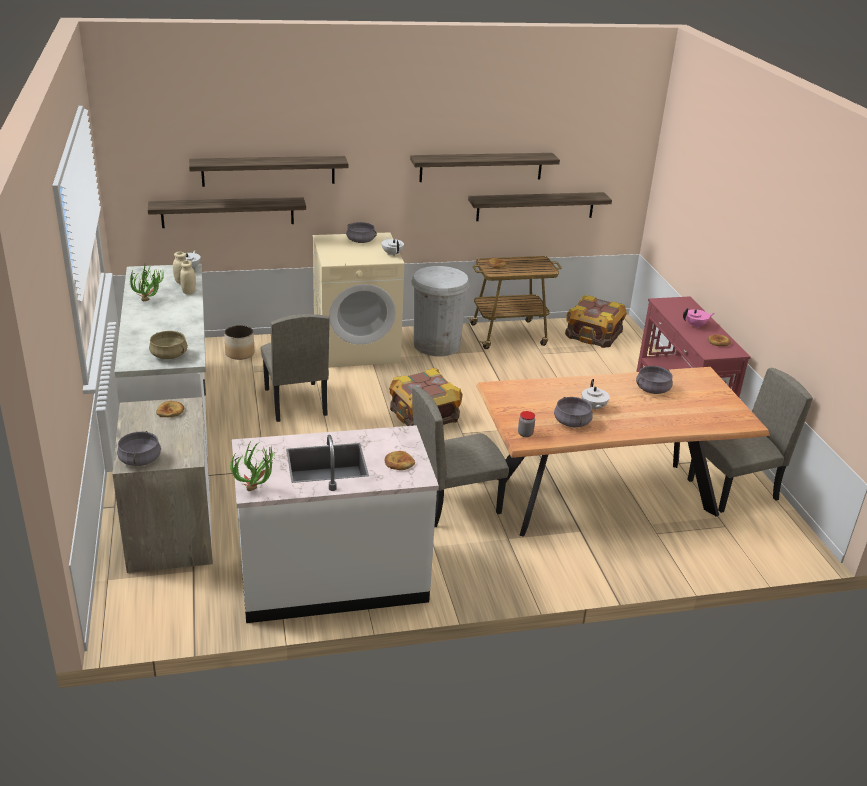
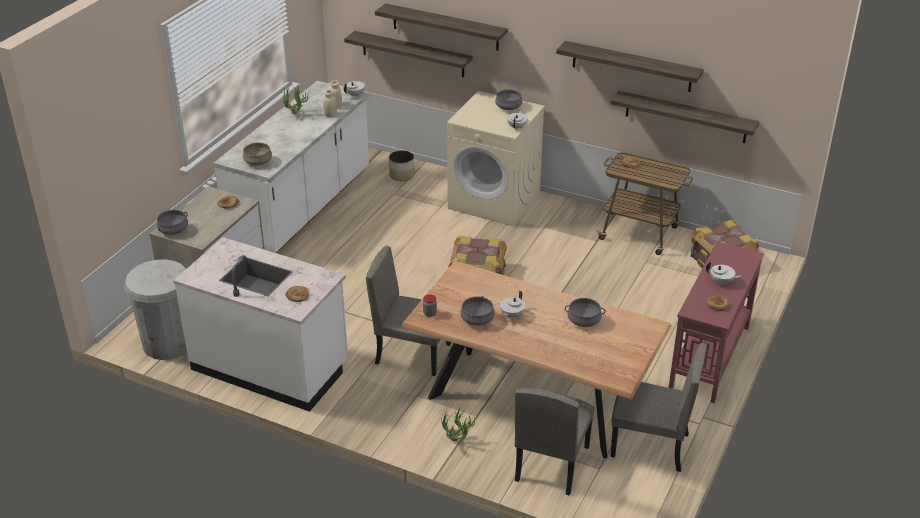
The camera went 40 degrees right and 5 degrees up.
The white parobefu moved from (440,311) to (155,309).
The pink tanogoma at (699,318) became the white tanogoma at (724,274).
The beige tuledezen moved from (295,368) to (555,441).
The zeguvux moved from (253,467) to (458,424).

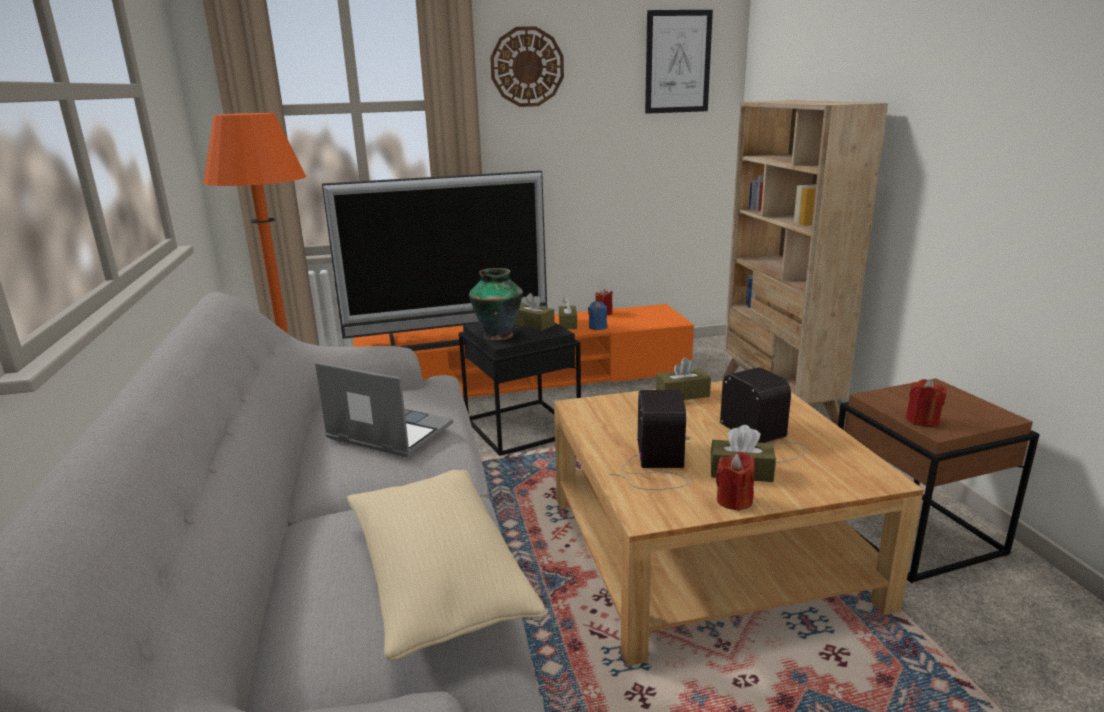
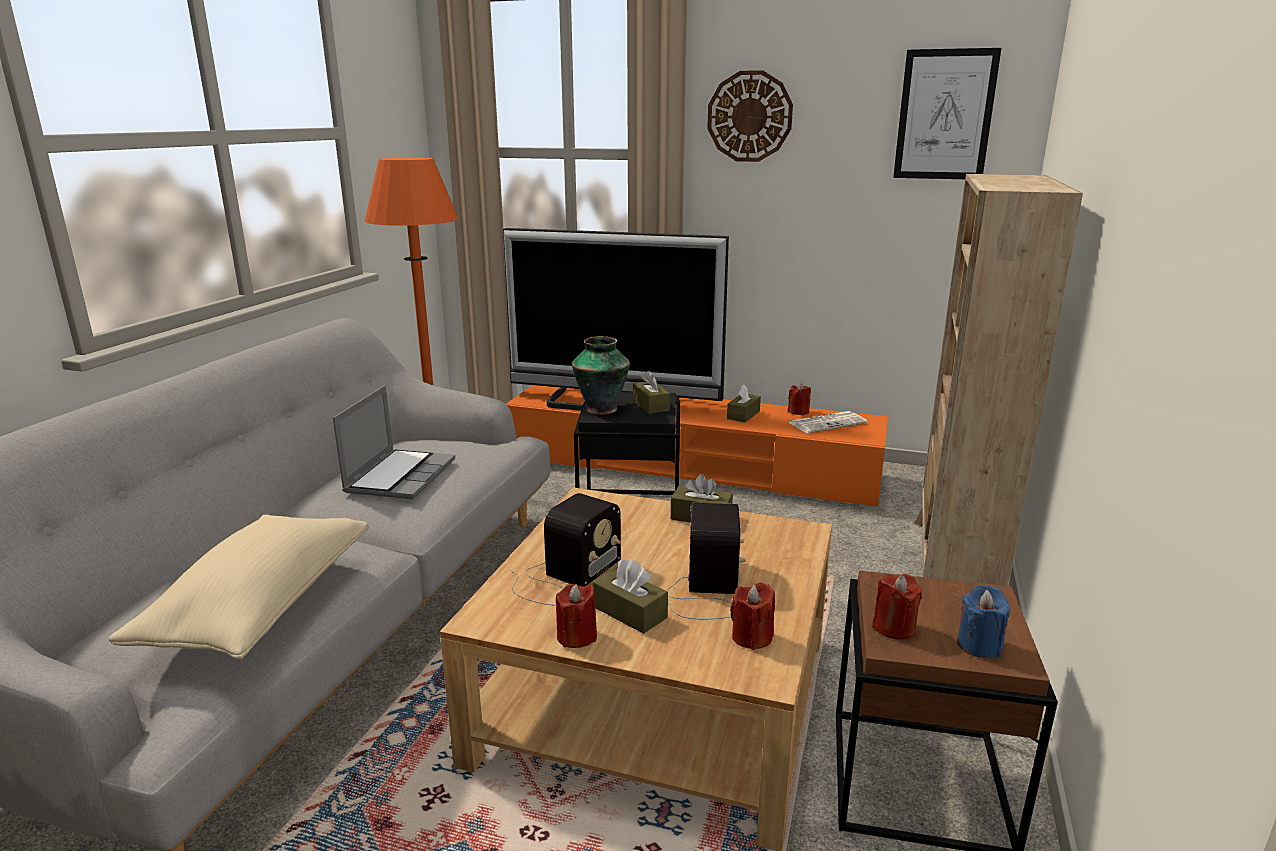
The camera went 30 degrees right and 0 degrees up.
The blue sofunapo moved from (597,315) to (983,621).
The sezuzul at (384,409) turned 45 degrees clockwise.
The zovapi at (827,422) appeared.
The red sofunapo at (752,616) appeared.

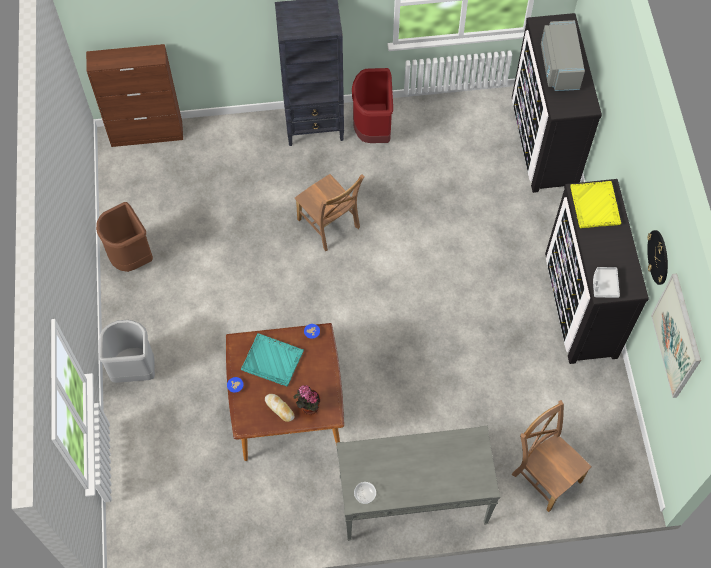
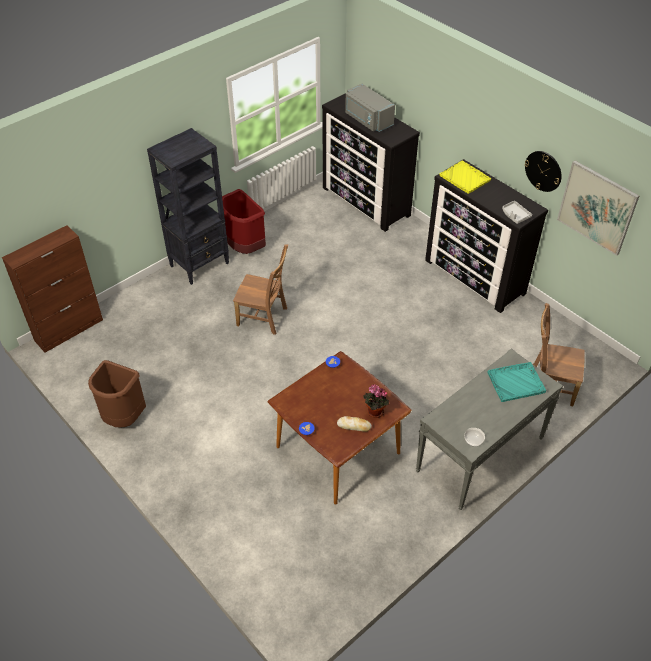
The camera went 35 degrees left and 15 degrees down.
The grey parobefu at (127,351) disappeared.
The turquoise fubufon moved from (272,359) to (516,382).

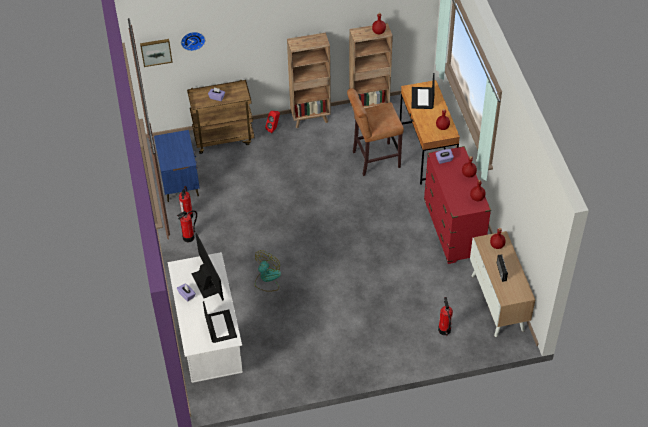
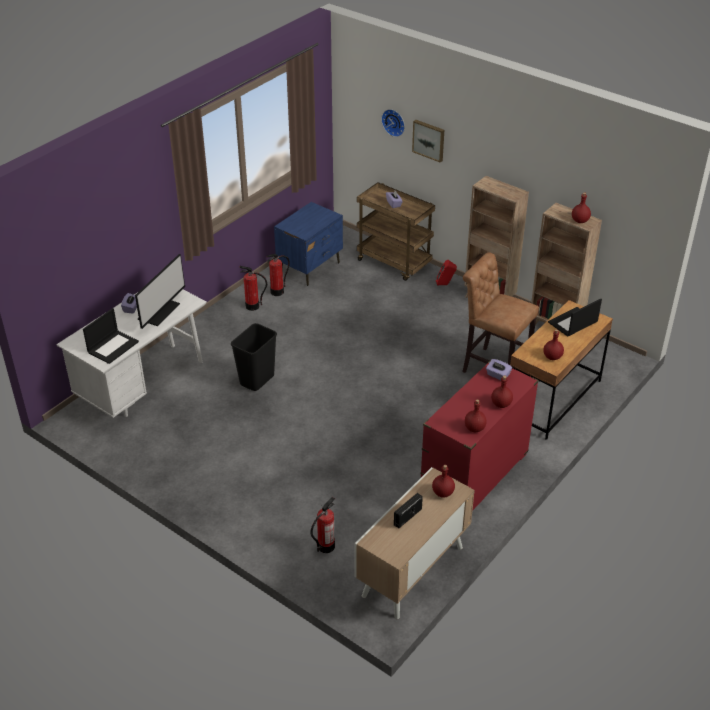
The camera went 50 degrees right and 10 degrees down.
The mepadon moved from (156,53) to (428,141).
The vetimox at (268,271) was replaced by the black parobefu at (254,357).

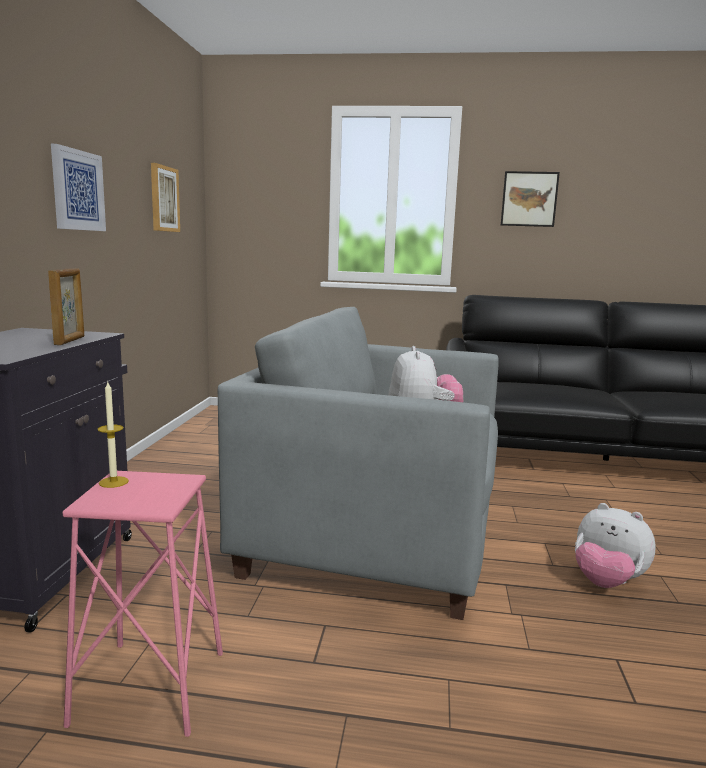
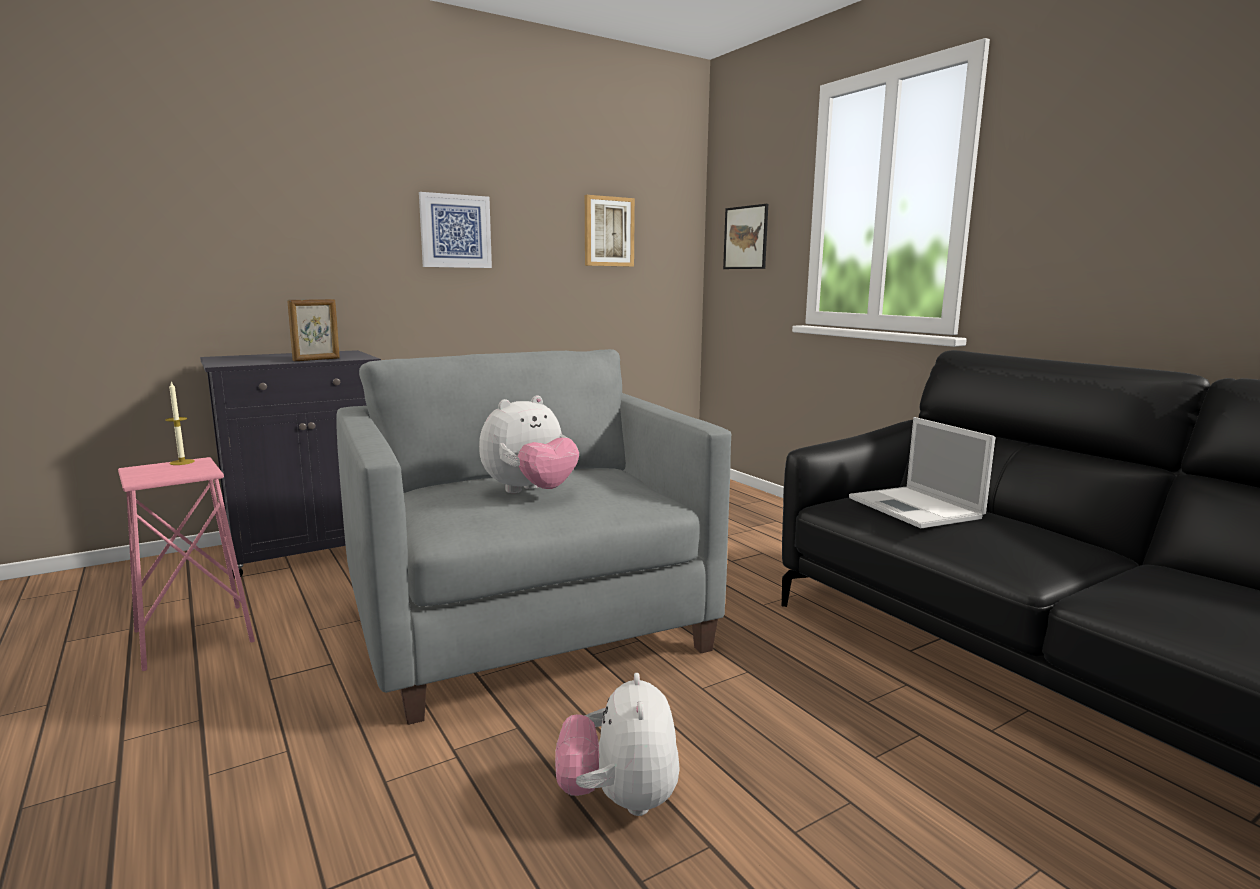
The camera went 50 degrees right and 0 degrees up.
The mepadon moved from (530,199) to (745,236).
The sezuzul at (922,472) appeared.

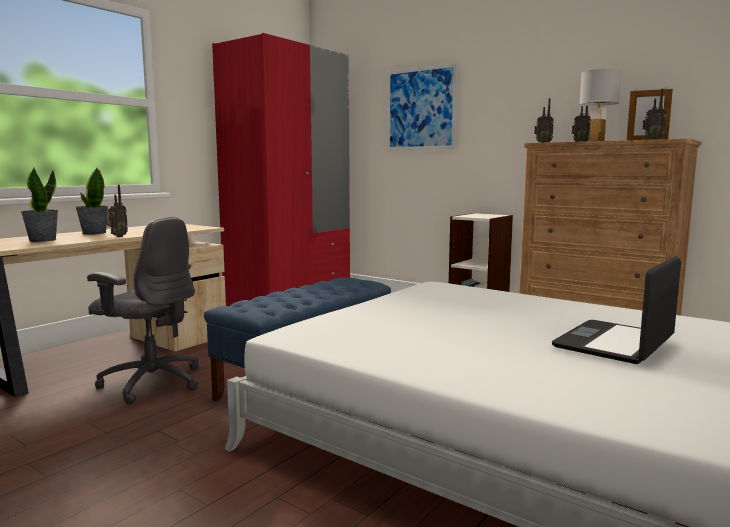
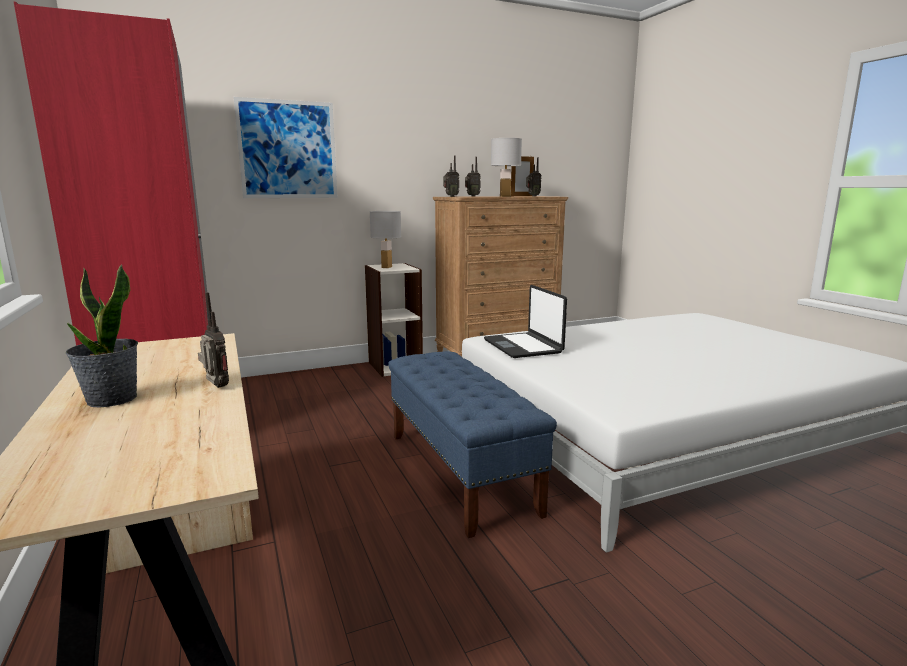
The camera went 60 degrees left and 5 degrees up.
The zeguvux at (39,204) disappeared.
The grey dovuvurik at (143,311) disappeared.
The sezuzul moved from (616,310) to (525,321).
The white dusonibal at (385,239) appeared.

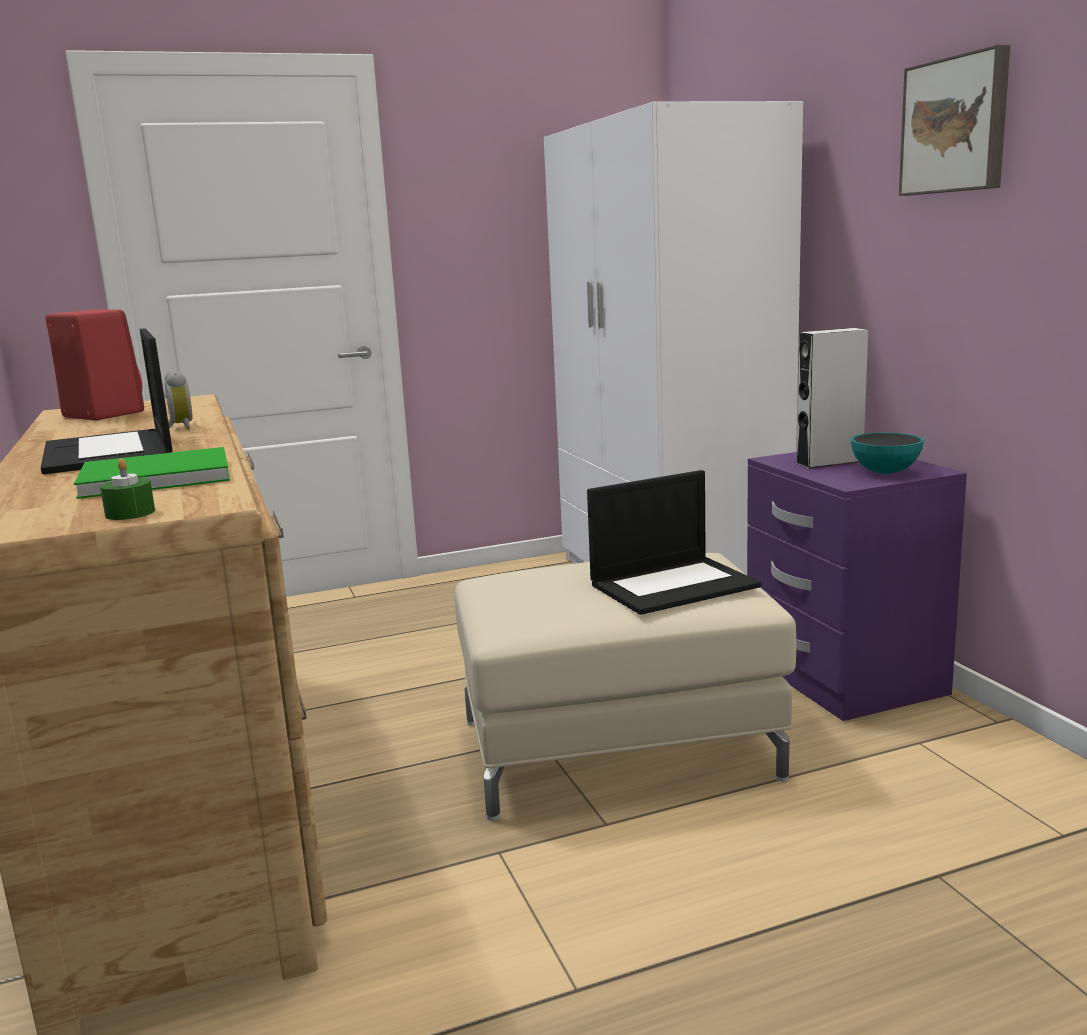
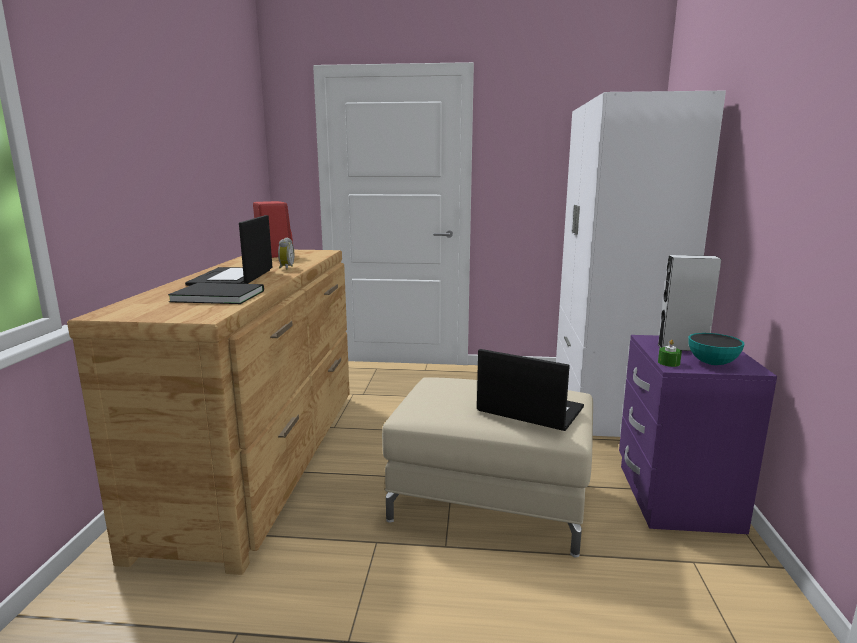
The camera went 25 degrees right and 0 degrees up.
The mepadon at (954,120) disappeared.
The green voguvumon at (152,473) became the black voguvumon at (216,293).
The green sofunapo moved from (127,489) to (670,353).
The sezuzul at (674,542) turned 150 degrees counterclockwise.

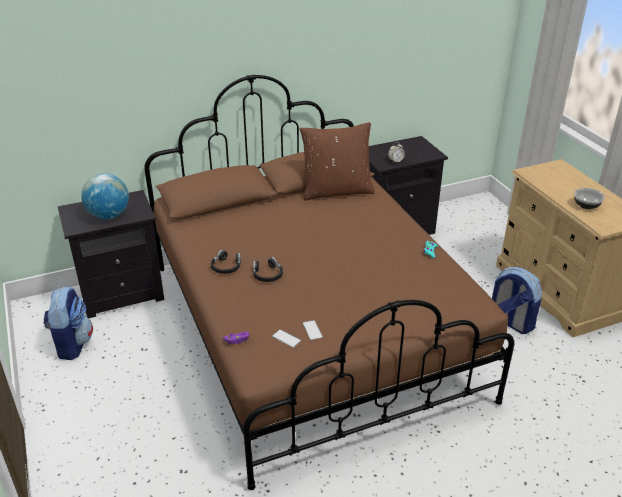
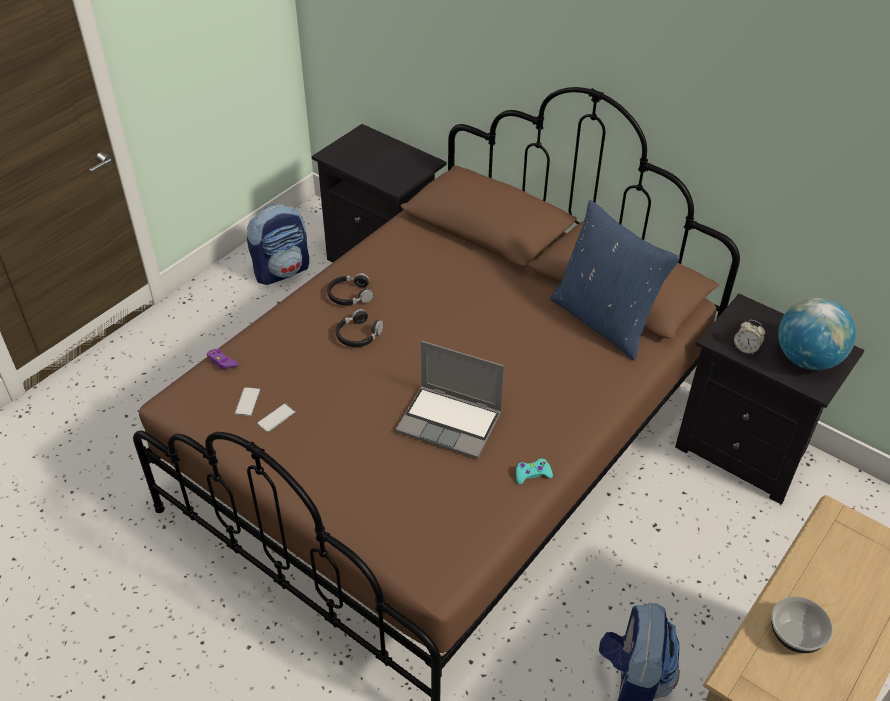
The camera went 60 degrees right and 10 degrees up.
The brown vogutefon at (337,161) became the blue vogutefon at (615,280).
The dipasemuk moved from (105,196) to (817,334).
The sezuzul at (450,400) appeared.

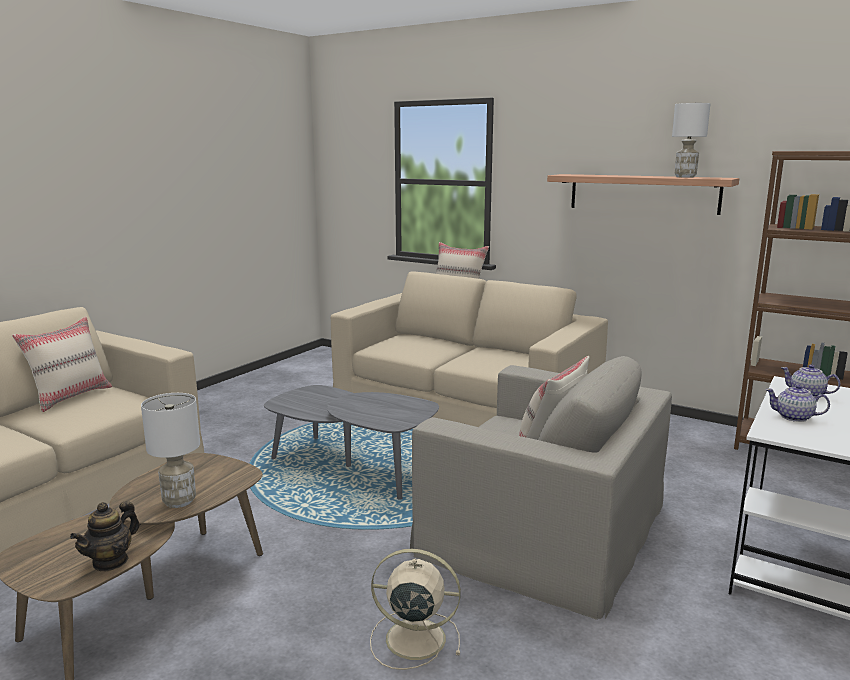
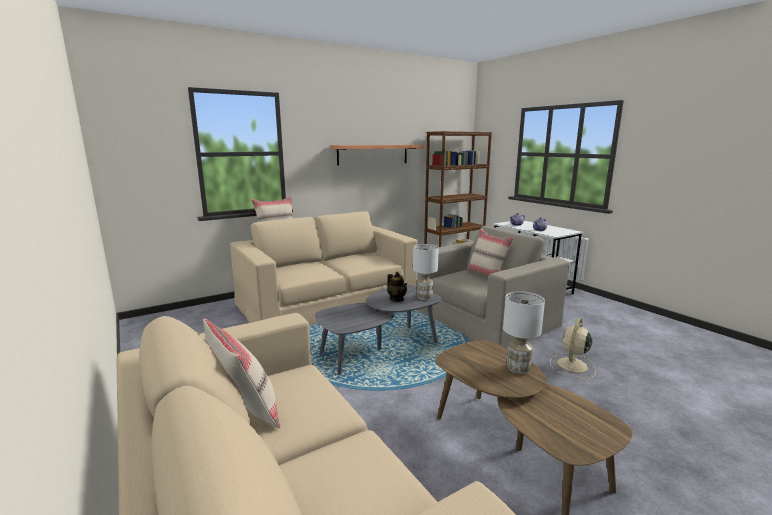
The camera went 65 degrees left and 0 degrees up.
The white dusonibal moved from (691,140) to (426,272).
The tanogoma moved from (105,536) to (397,287).

